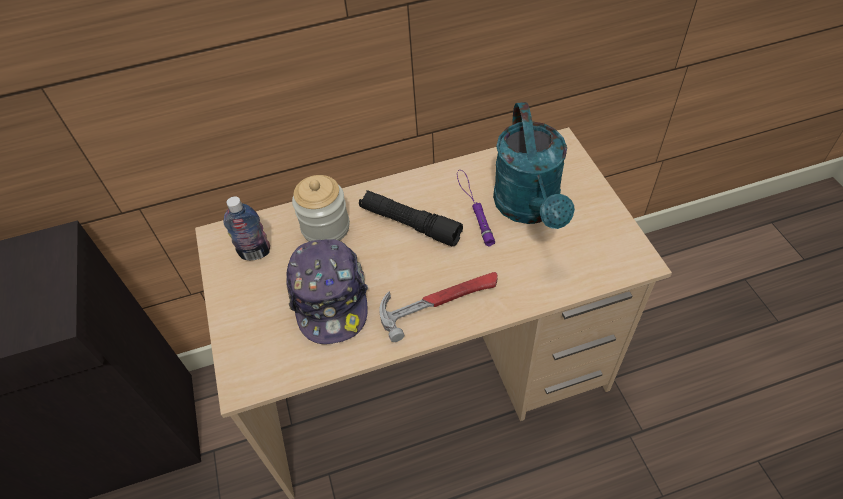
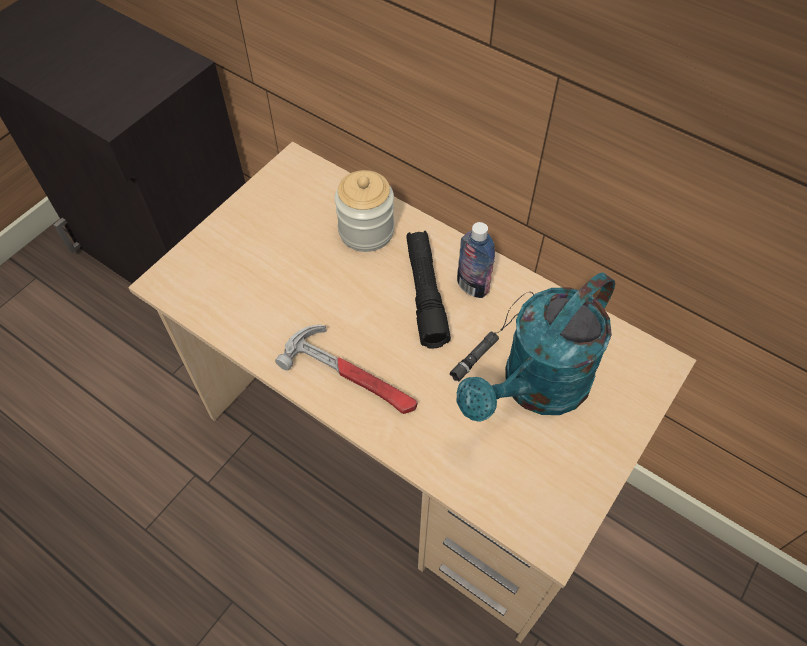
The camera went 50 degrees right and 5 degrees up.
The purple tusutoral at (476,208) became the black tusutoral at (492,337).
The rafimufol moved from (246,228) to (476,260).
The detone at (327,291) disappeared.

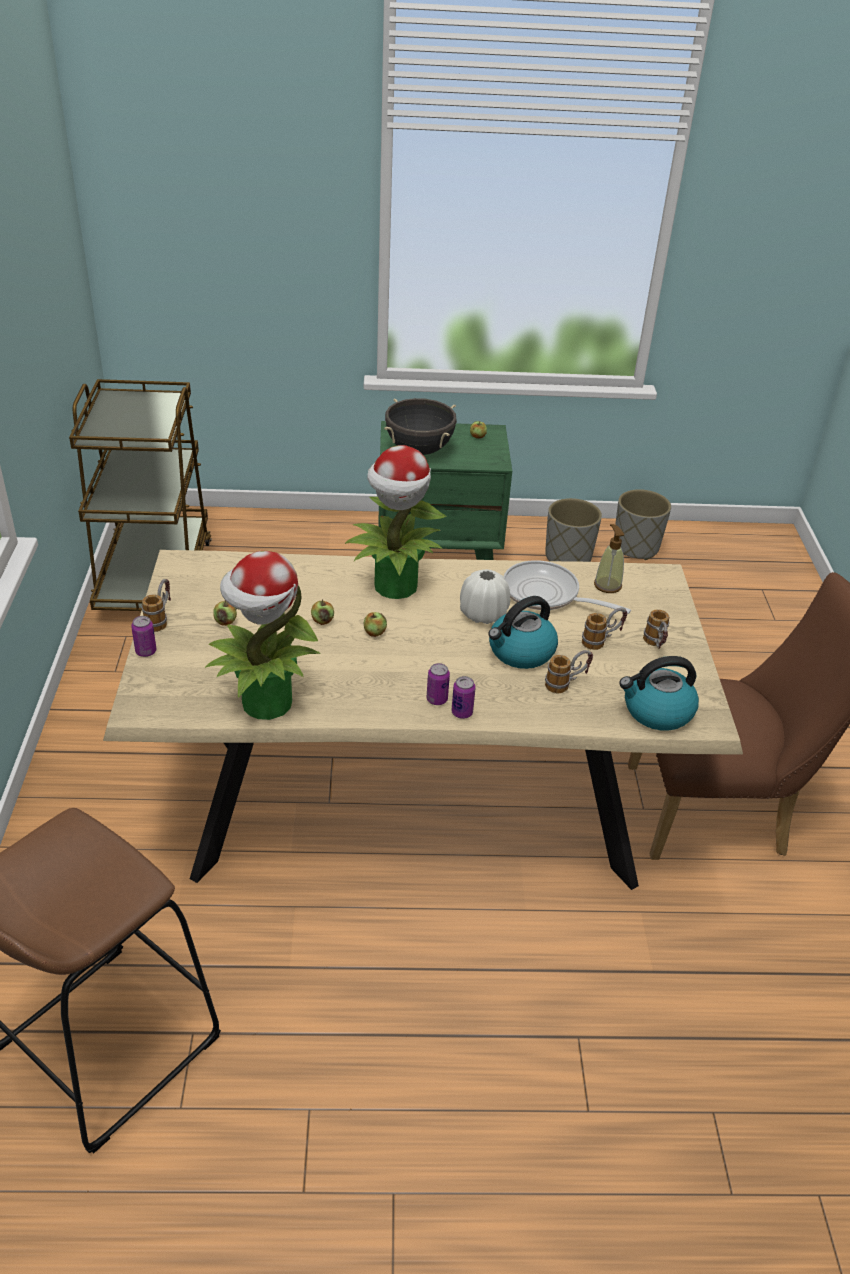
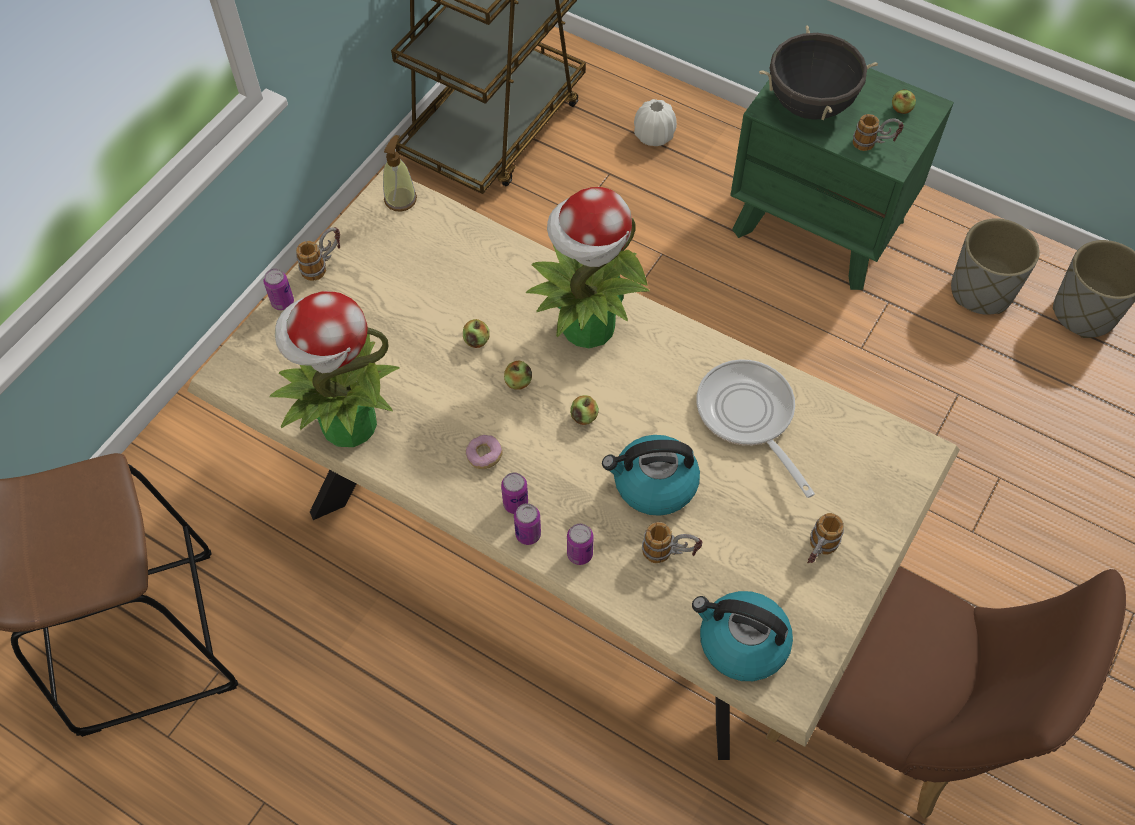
The camera went 35 degrees right and 20 degrees up.
The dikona moved from (609,558) to (400,173).
The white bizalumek moved from (485,596) to (655,122).
The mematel moved from (225,613) to (584,410).
The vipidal moved from (604,629) to (878,132).
The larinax at (484,452) appeared.
The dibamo at (580,544) appeared.

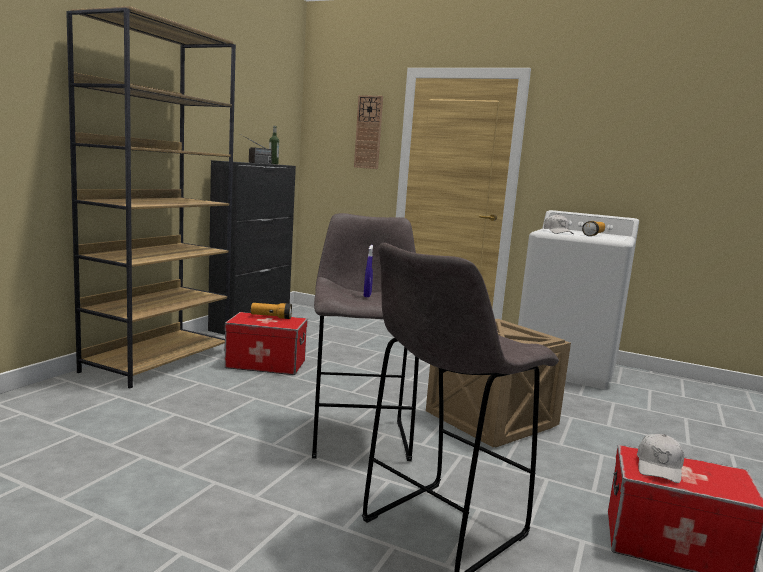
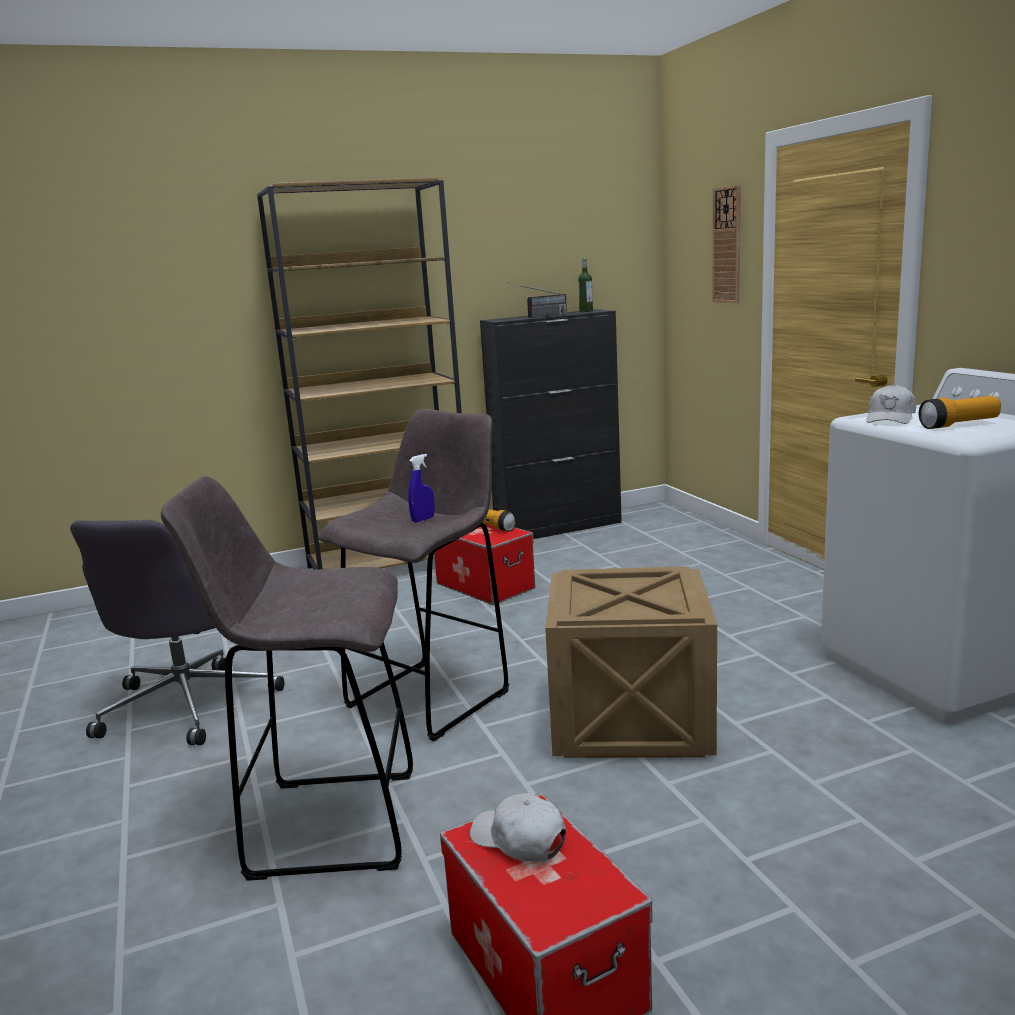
The camera went 45 degrees right and 5 degrees up.
The white detone at (660,458) turned 60 degrees clockwise.
The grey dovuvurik at (177,632) appeared.

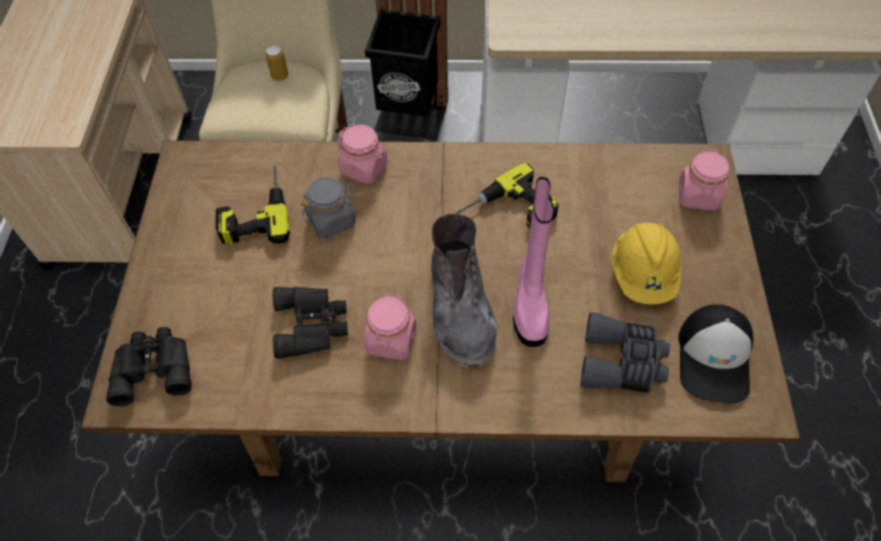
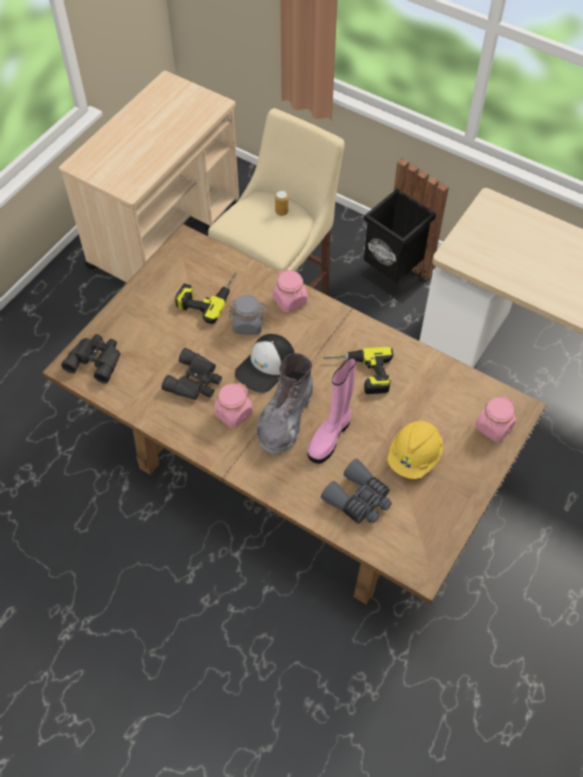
The camera went 30 degrees right and 0 degrees up.
The detone moved from (716,354) to (265,363).

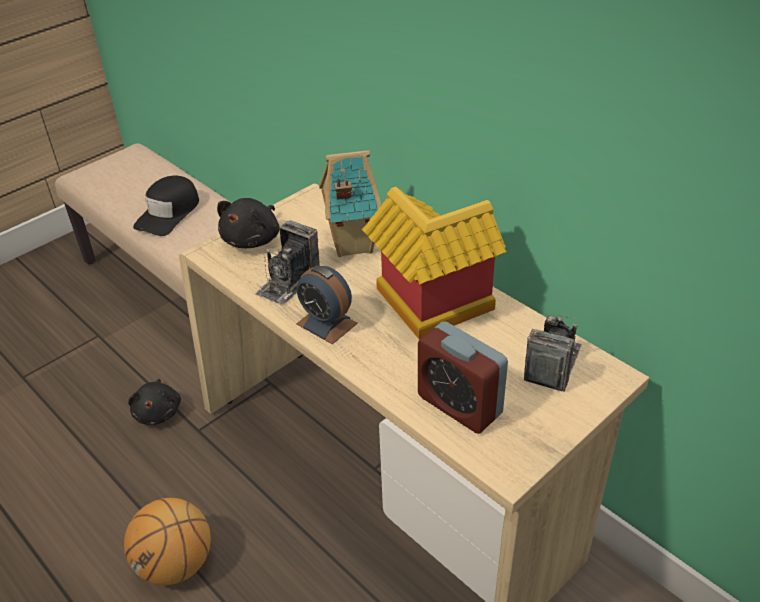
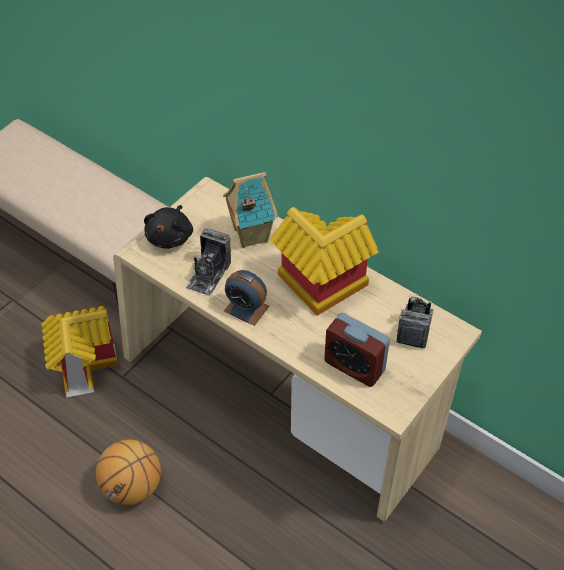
The camera went 10 degrees left and 10 degrees up.
The black detone at (166,206) disappeared.
The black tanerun at (154,402) was replaced by the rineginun at (79,351).

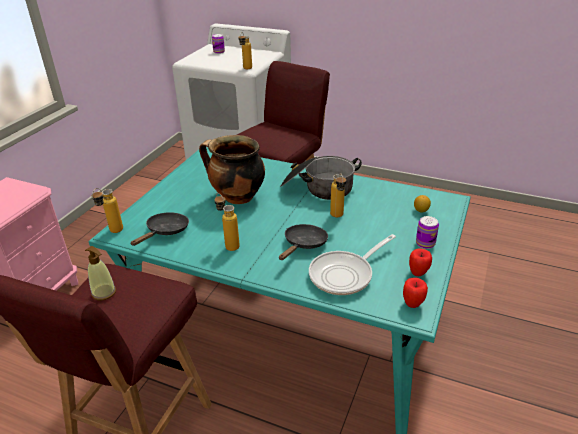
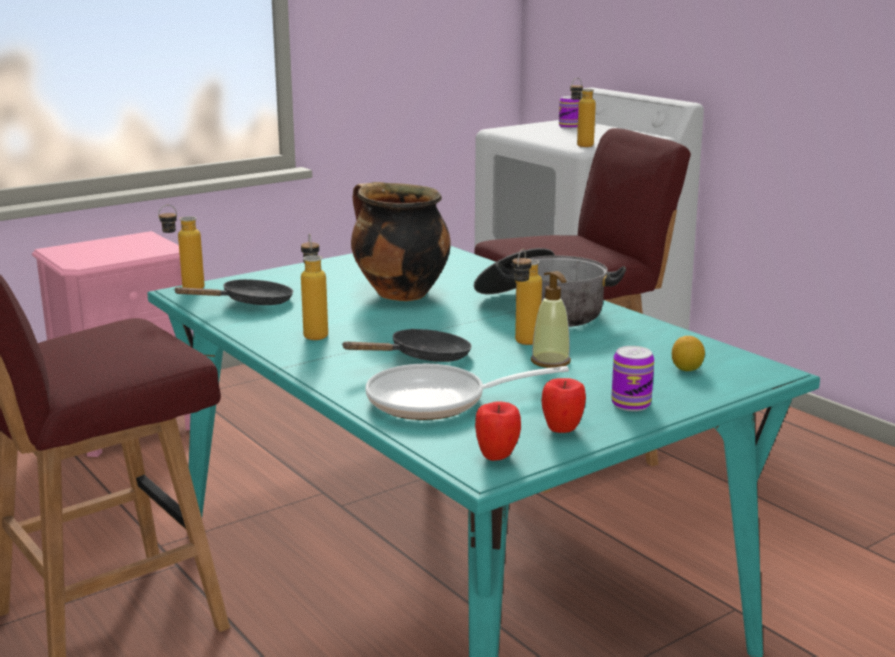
The camera went 30 degrees right and 15 degrees down.
The dikona moved from (100,273) to (551,319).

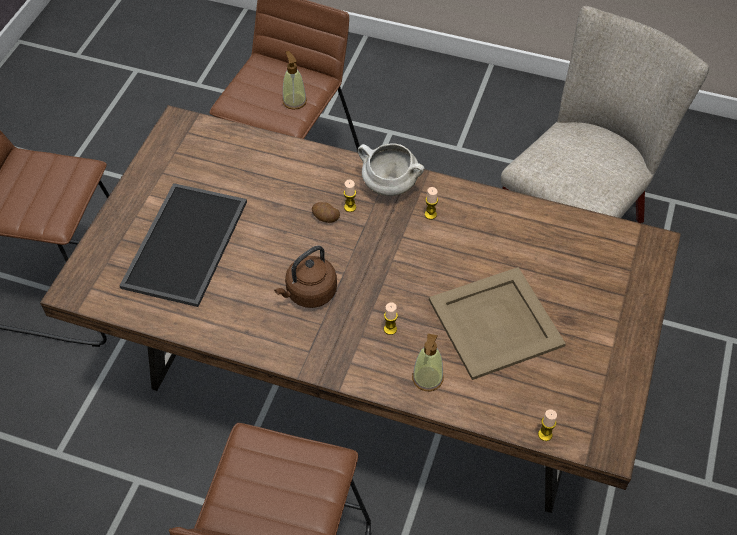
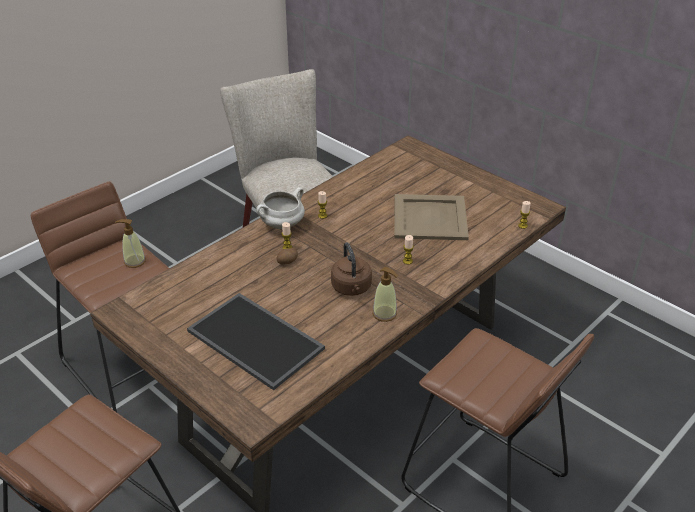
The camera went 65 degrees left and 15 degrees down.
The dikona moved from (427,362) to (385,294).

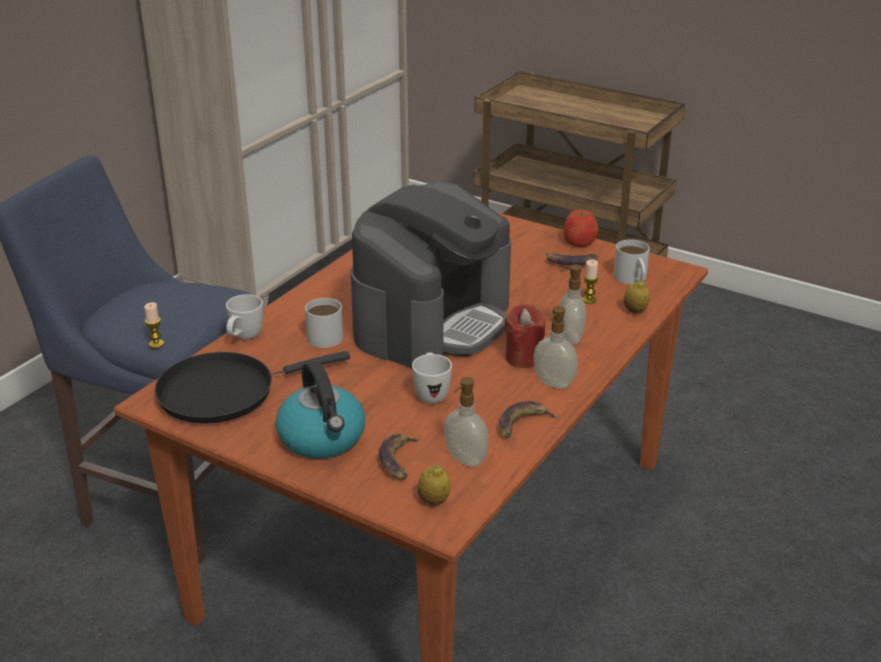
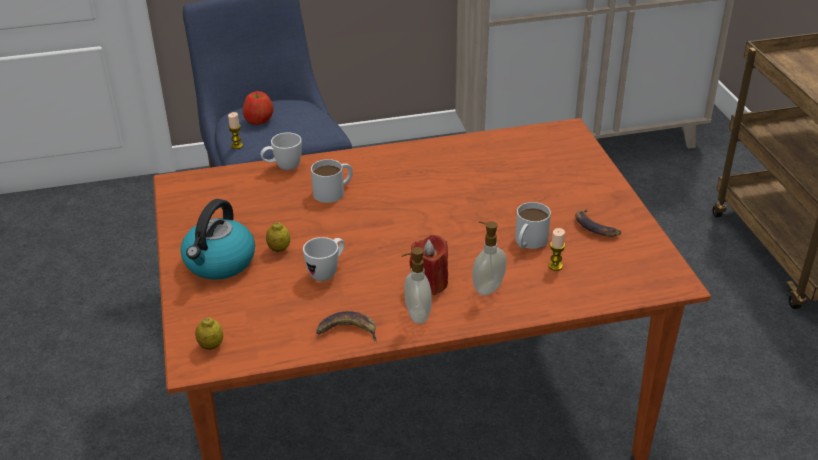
The camera went 45 degrees right and 5 degrees up.
The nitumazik at (431,275) disappeared.
The mematel moved from (581,228) to (258,108).
The white vipidal moved from (631,261) to (533,225).
The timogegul moved from (637,296) to (278,237).
The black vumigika at (252,387) disappeared.
The dikona at (466,422) disappeared.
The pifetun at (400,456) disappeared.

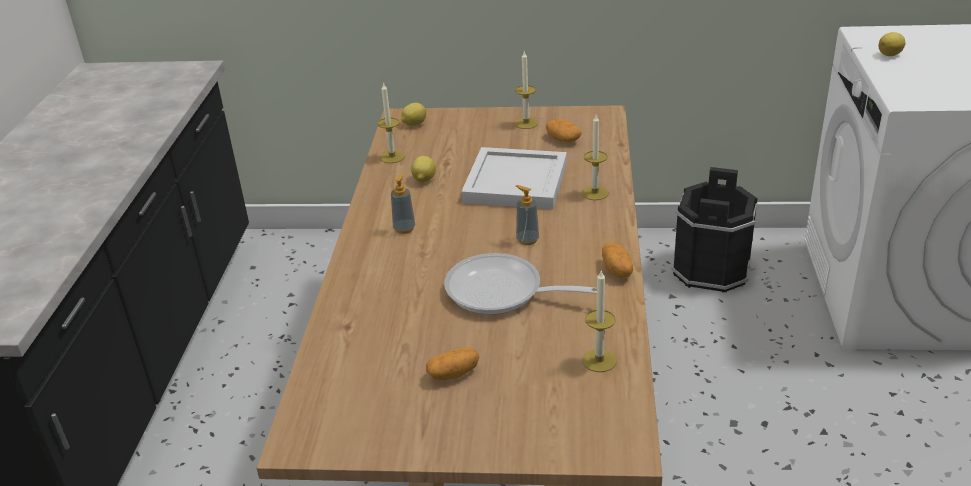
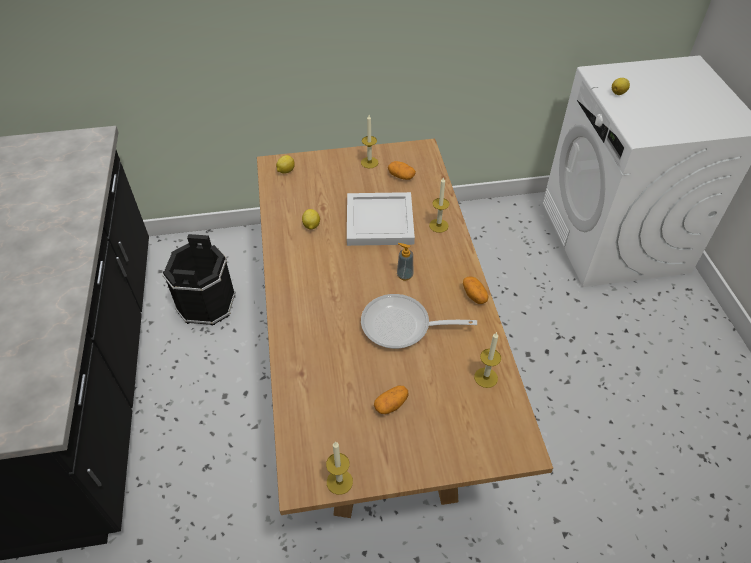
The camera went 15 degrees left and 15 degrees up.
The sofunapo moved from (391,122) to (339,468).
The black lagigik moved from (714,229) to (199,279).
The dikona at (403,203) disappeared.

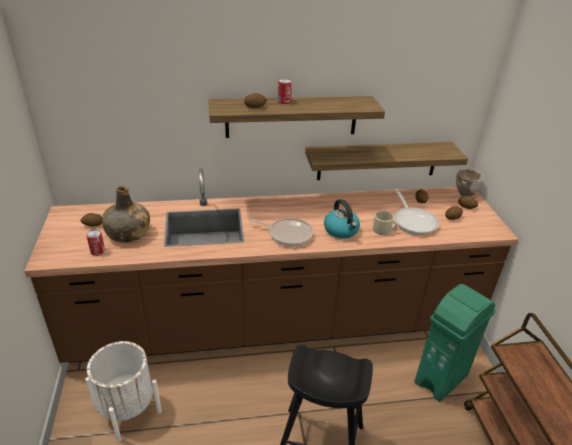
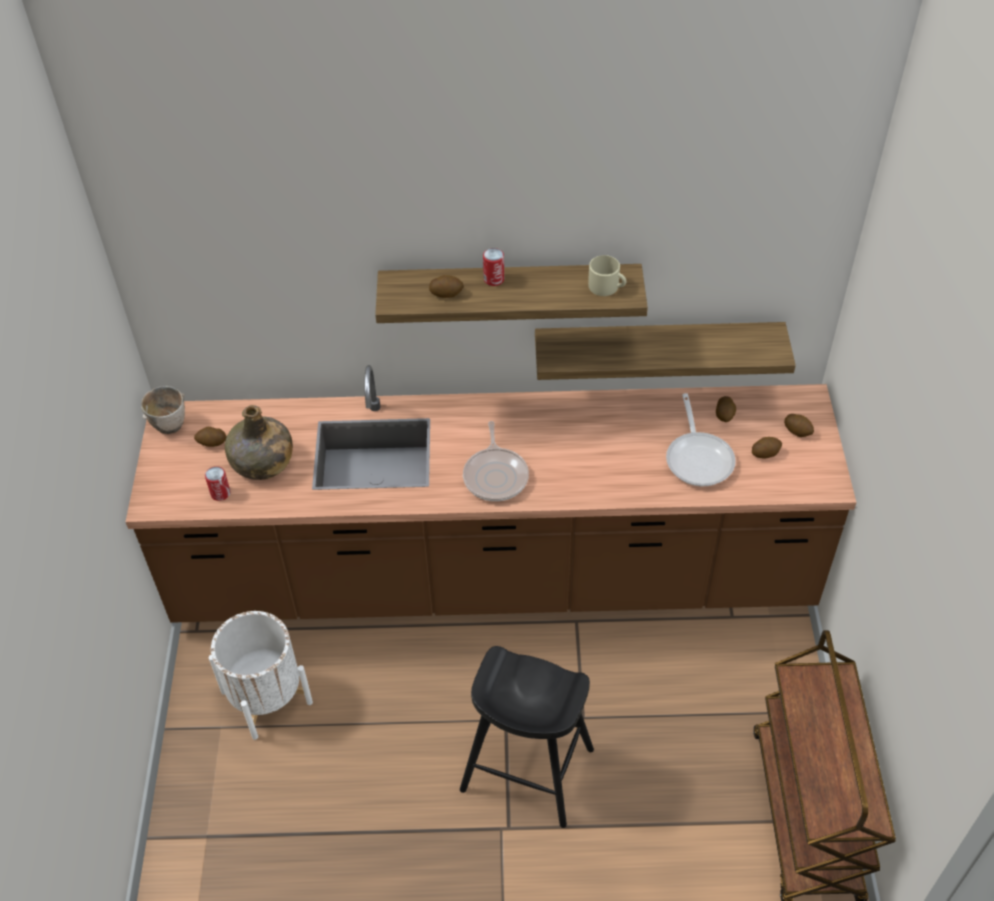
The camera went 10 degrees right and 15 degrees up.
The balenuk moved from (469,182) to (163,410).
The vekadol at (342,219) disappeared.
The beige vipidal moved from (385,223) to (607,275).
The vumigika at (281,232) turned 60 degrees clockwise.
The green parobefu at (455,343) disappeared.

